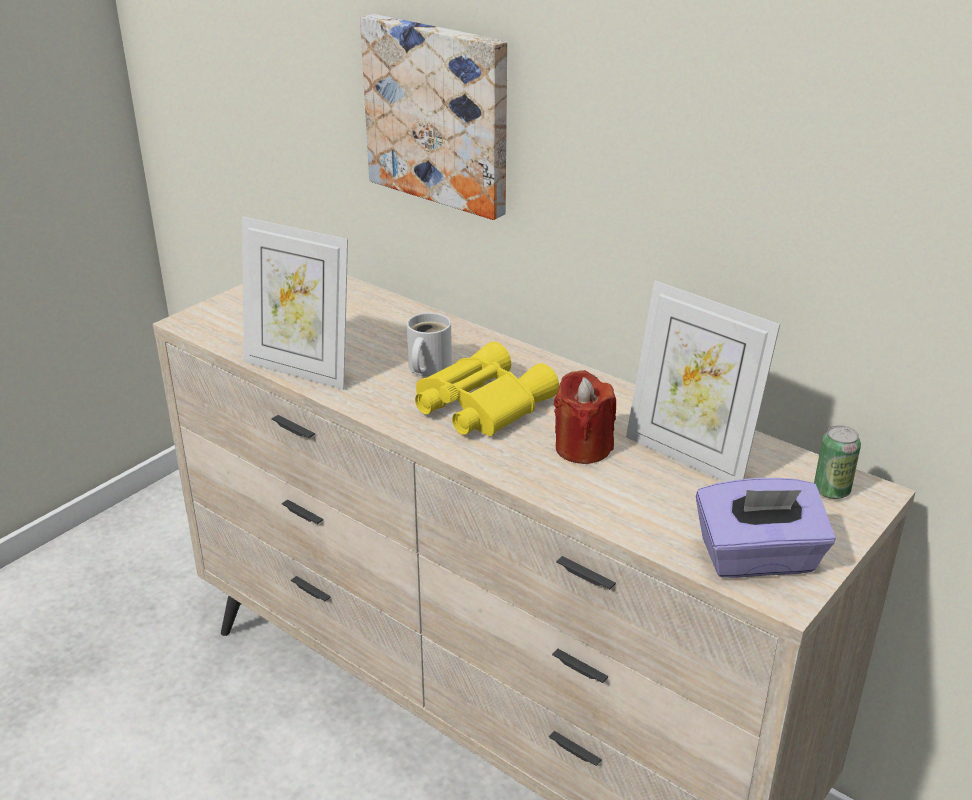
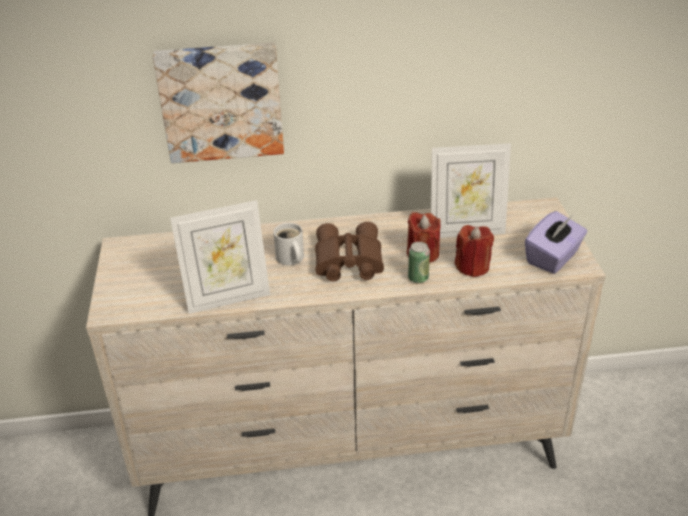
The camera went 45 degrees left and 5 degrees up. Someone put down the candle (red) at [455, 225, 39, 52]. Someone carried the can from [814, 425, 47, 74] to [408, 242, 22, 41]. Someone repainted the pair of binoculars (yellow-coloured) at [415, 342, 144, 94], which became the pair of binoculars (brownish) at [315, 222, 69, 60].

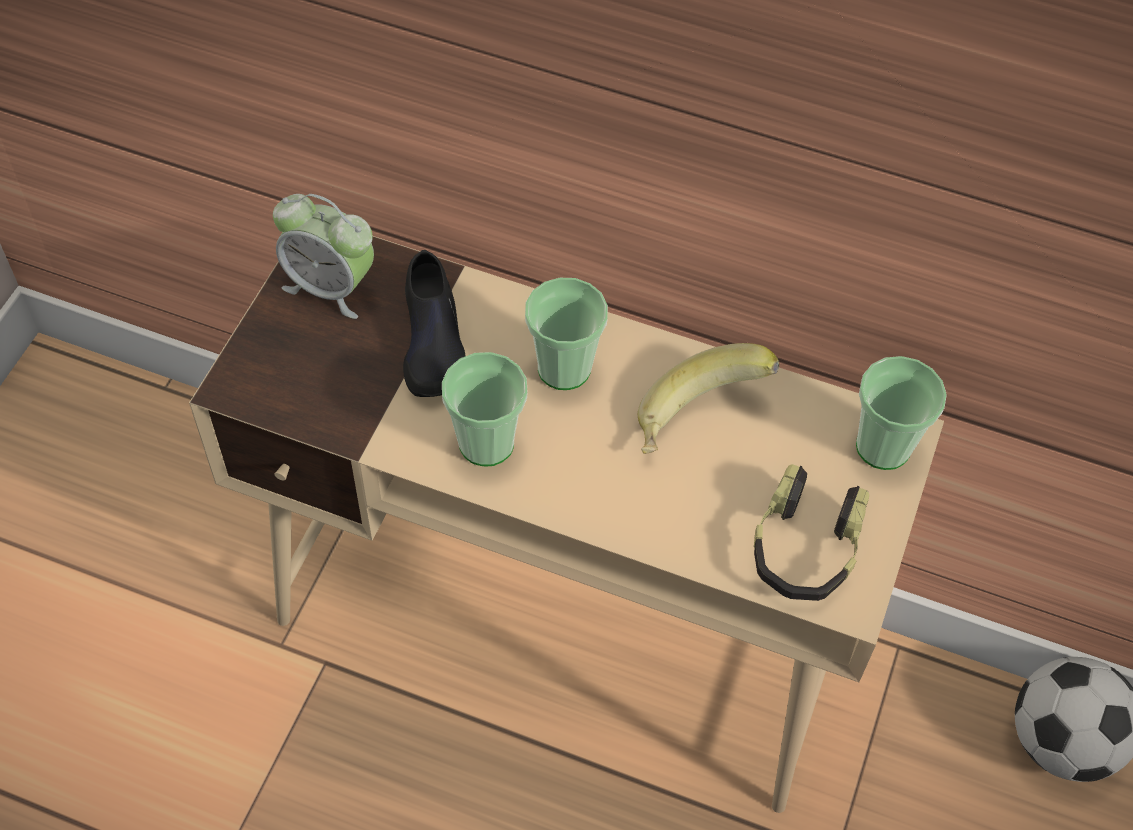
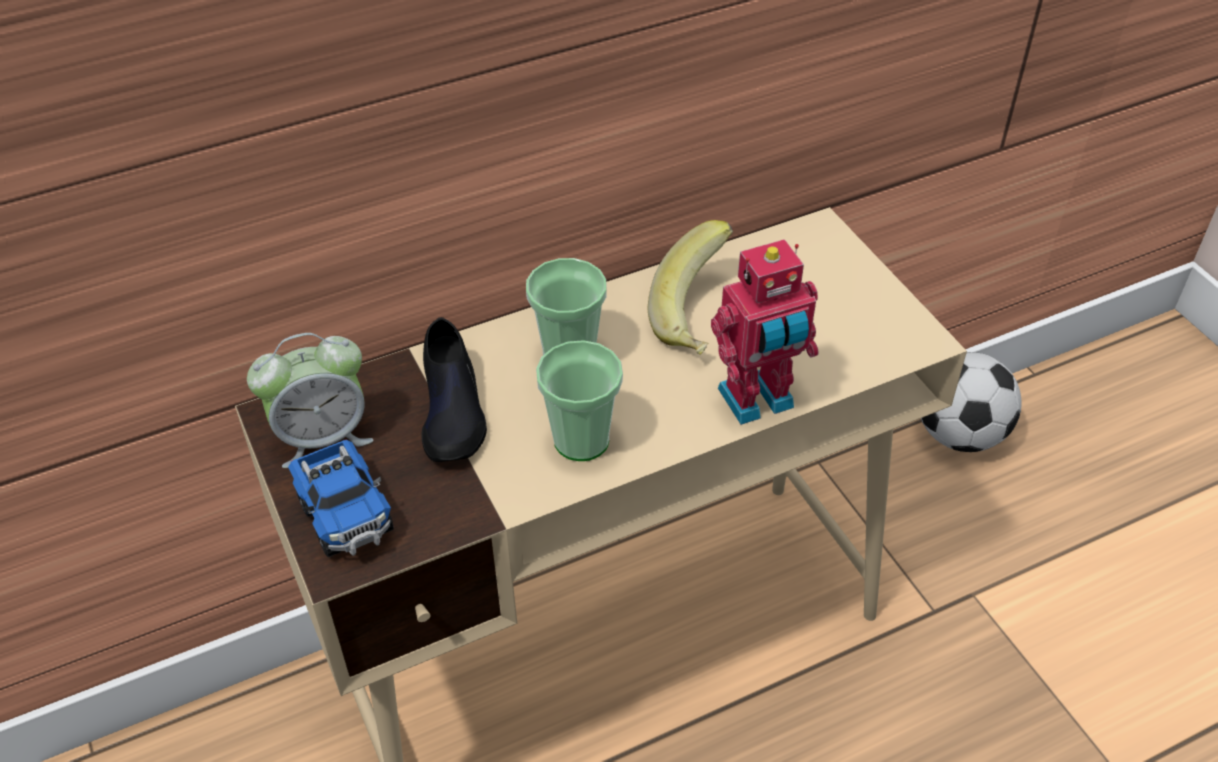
The camera went 45 degrees left and 10 degrees down. Someone took away the headset at [754, 464, 115, 137]. Someone took away the cup at [856, 356, 91, 114]. Someone put down the model truck at [288, 440, 106, 117]. Someone put down the robot figure at [711, 239, 108, 186]. Someone rotated the low shoe (blackish) at [403, 250, 62, 147] by 45 degrees clockwise.

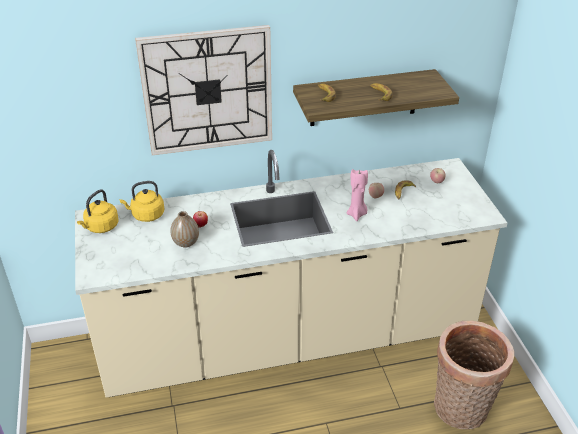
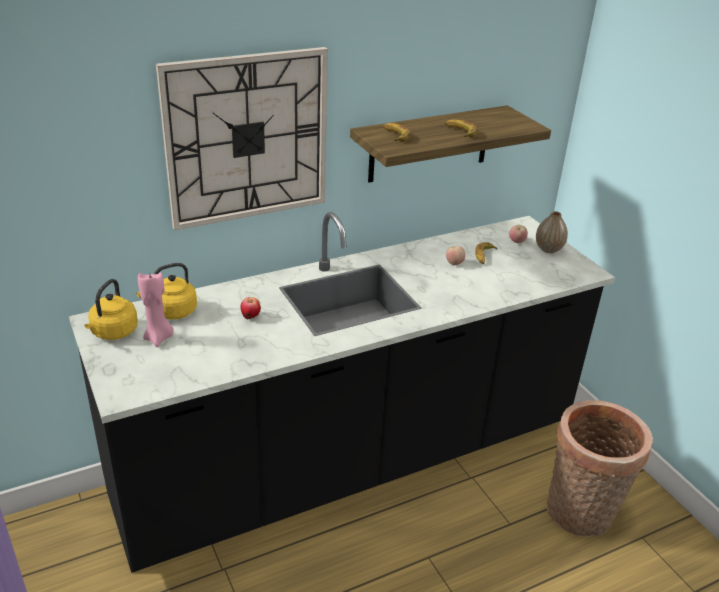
The camera went 15 degrees left and 5 degrees down. Someone carried the flower vase from [170, 211, 29, 37] to [536, 211, 32, 42]. Someone carried the candle (pink-coloured) from [347, 169, 21, 52] to [138, 271, 36, 76]. Someone repainted the kitchen counter (beige) at [75, 150, 432, 248], which became the kitchen counter (blackish) at [69, 212, 546, 361].

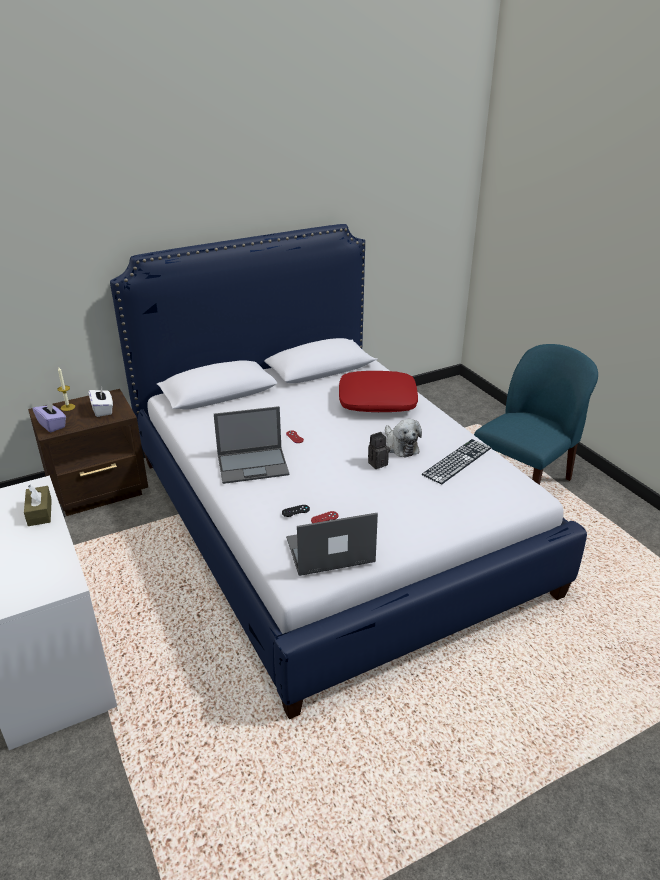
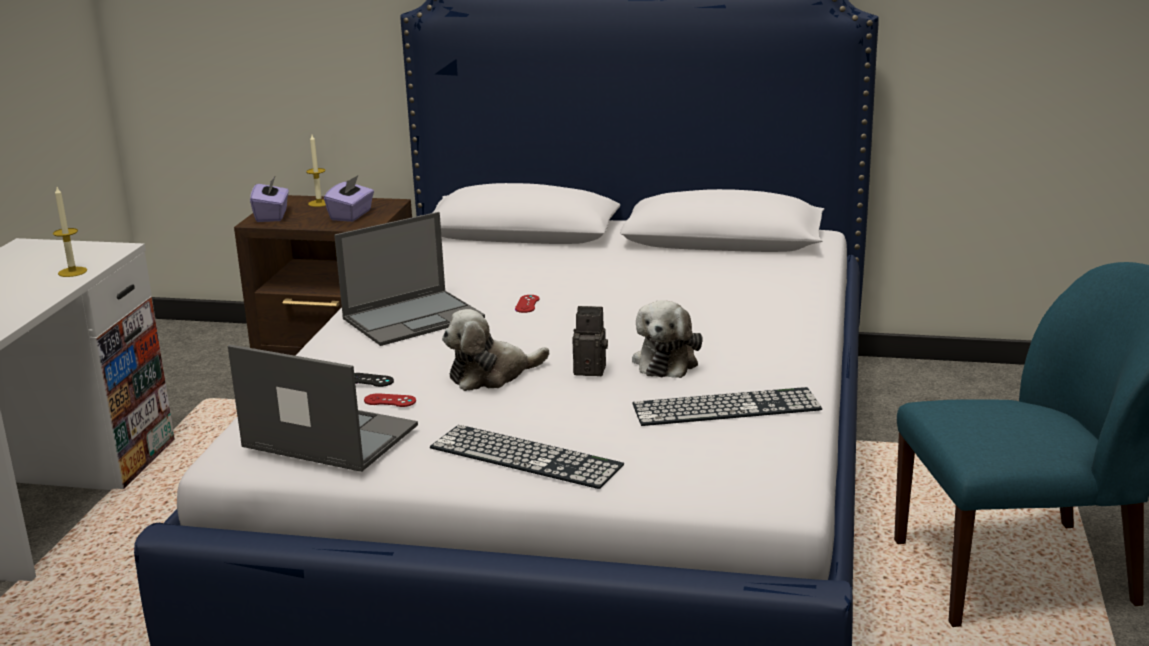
The camera went 40 degrees right and 10 degrees down. Someone took away the pillow (red) at [339, 371, 79, 41]. Someone put down the keyboard at [430, 425, 194, 64]. Someone put down the soft toy at [442, 309, 107, 82]. Someone swapped the tissue holder (brownish) at [24, 485, 28, 41] for the candle at [53, 187, 34, 90]. Someone repainted the tissue holder (whitish) at [89, 387, 24, 30], which became the tissue holder (purple) at [324, 176, 50, 46]. Someone rotated the notebook computer at [214, 406, 75, 78] by 60 degrees counterclockwise.

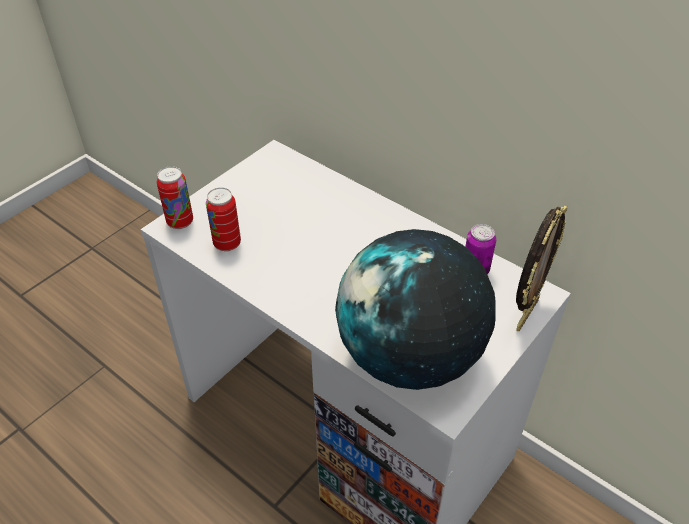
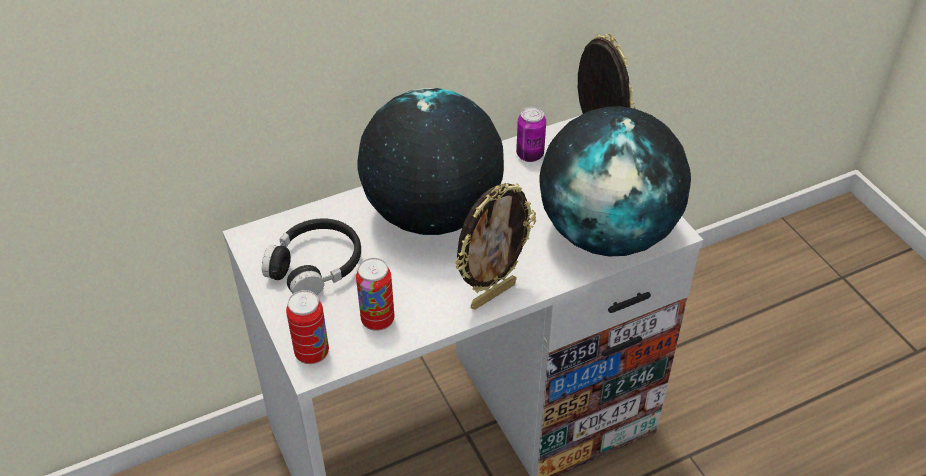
The camera went 65 degrees left and 0 degrees up. Someone put down the headset (blackish) at [262, 218, 99, 77]. Someone put down the globe at [358, 88, 146, 147]. Someone put down the standing frame at [455, 183, 81, 127].

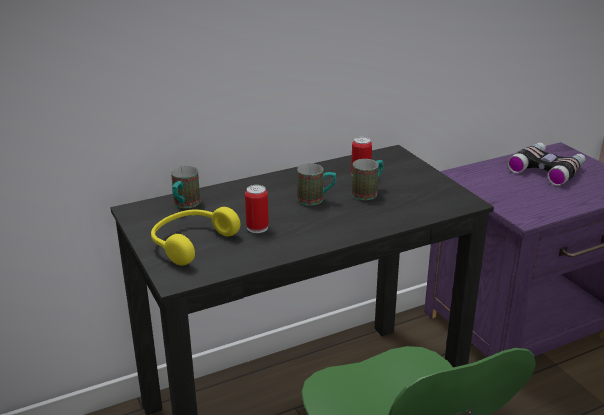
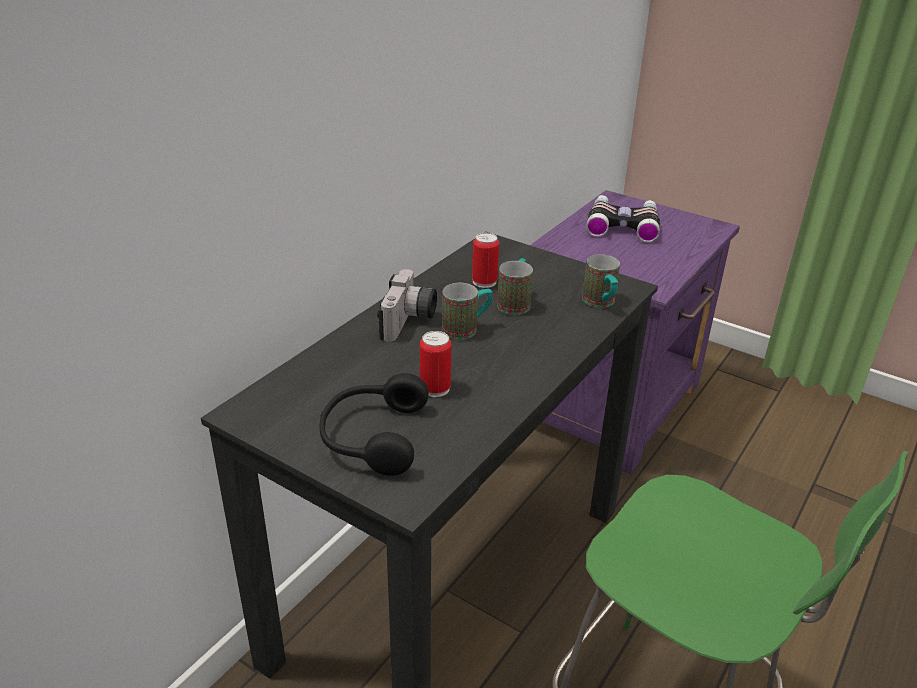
The camera went 30 degrees left and 5 degrees up. Someone put down the photo camera at [377, 269, 60, 73]. Someone carried the coffee mug from [171, 166, 29, 42] to [582, 254, 38, 54]. Someone repainted the headset (yellow-coloured) at [151, 207, 89, 59], which became the headset (blackish) at [320, 373, 109, 103].

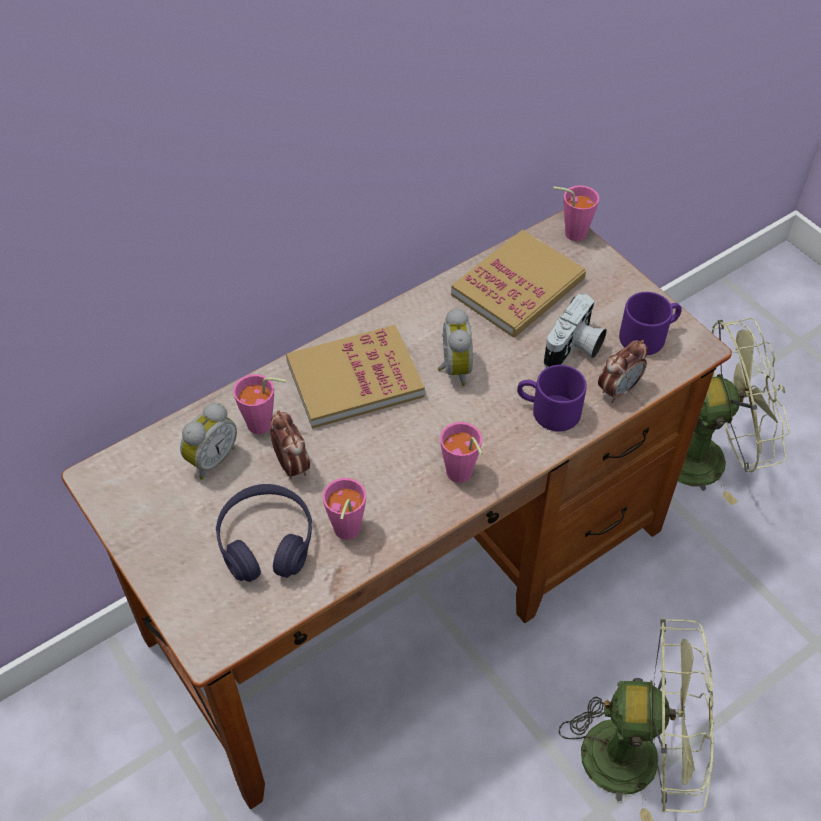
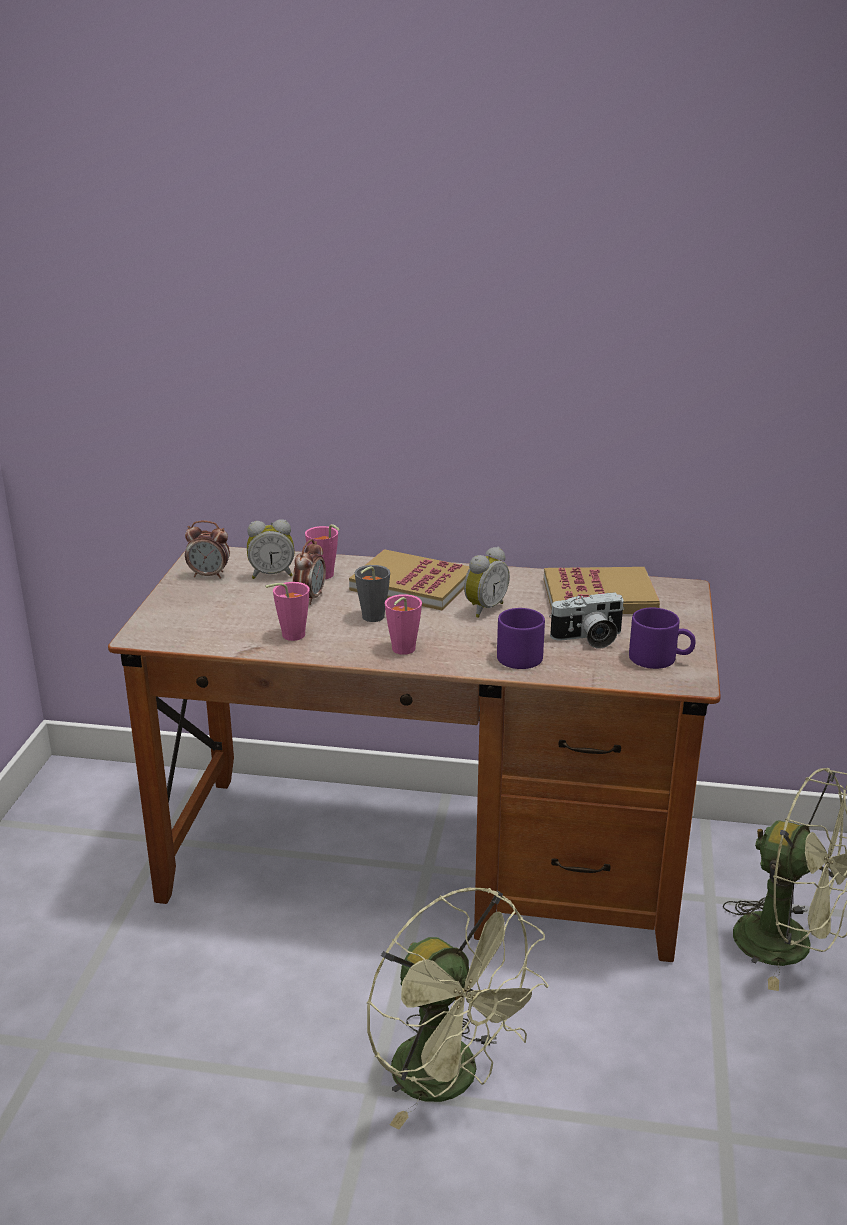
The camera went 45 degrees right and 25 degrees down. Someone took away the headset (purple) at [216, 484, 96, 98]. Someone took away the cup (pink-coloured) at [553, 185, 46, 56]. Someone put down the cup (greyish) at [355, 565, 35, 57]. Someone carried the alarm clock from [598, 340, 50, 63] to [185, 520, 45, 59].

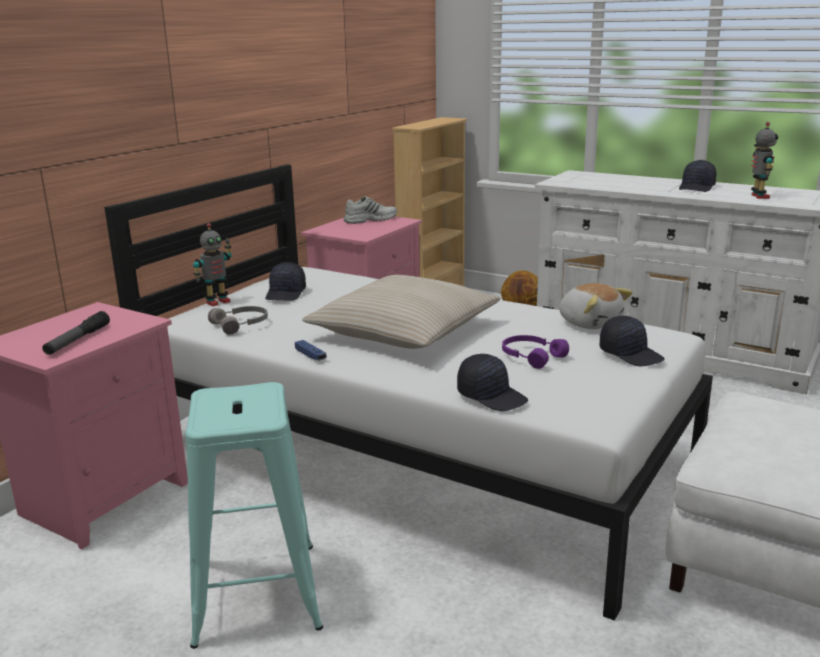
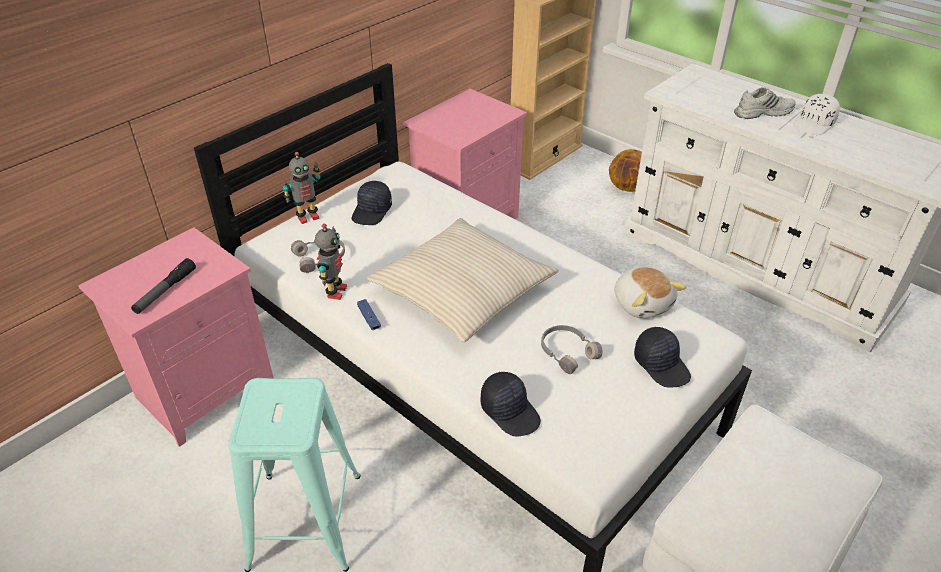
The camera went 10 degrees right and 20 degrees up. Someone carried the low shoe (whitish) from [344, 196, 53, 28] to [734, 87, 62, 32]. Someone carried the robot figure from [751, 122, 27, 77] to [315, 223, 32, 77]. Someone repainted the headset (purple) at [502, 335, 67, 34], which became the headset (greyish) at [541, 325, 62, 49]. Someone repainted the peaked cap (blackish) at [679, 160, 38, 32], which became the peaked cap (whitish) at [793, 94, 47, 41].

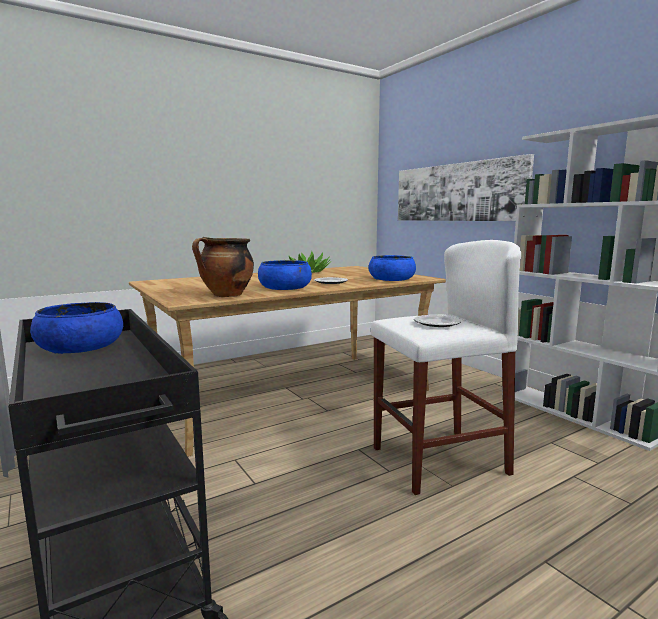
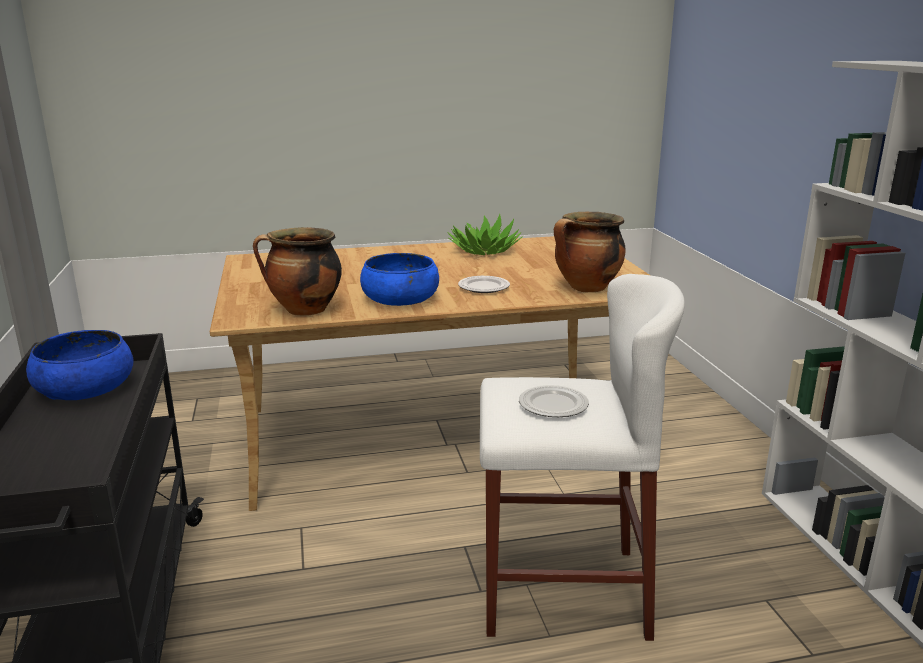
The camera went 20 degrees right and 10 degrees up. Someone took away the wall picture at [398, 154, 136, 67]. Someone swapped the bowl (blue-coloured) at [369, 255, 47, 26] for the saucepot at [554, 212, 72, 80].

